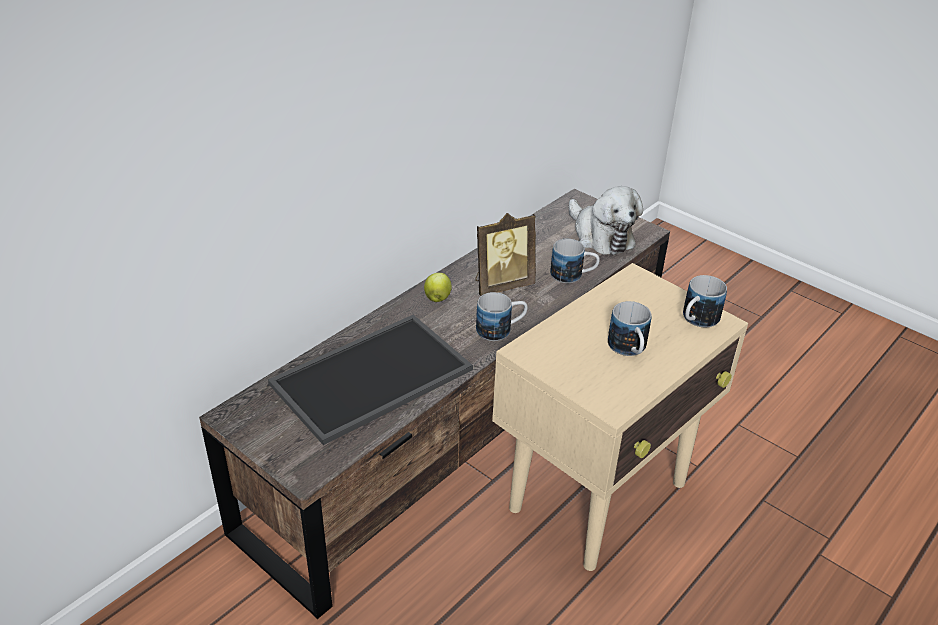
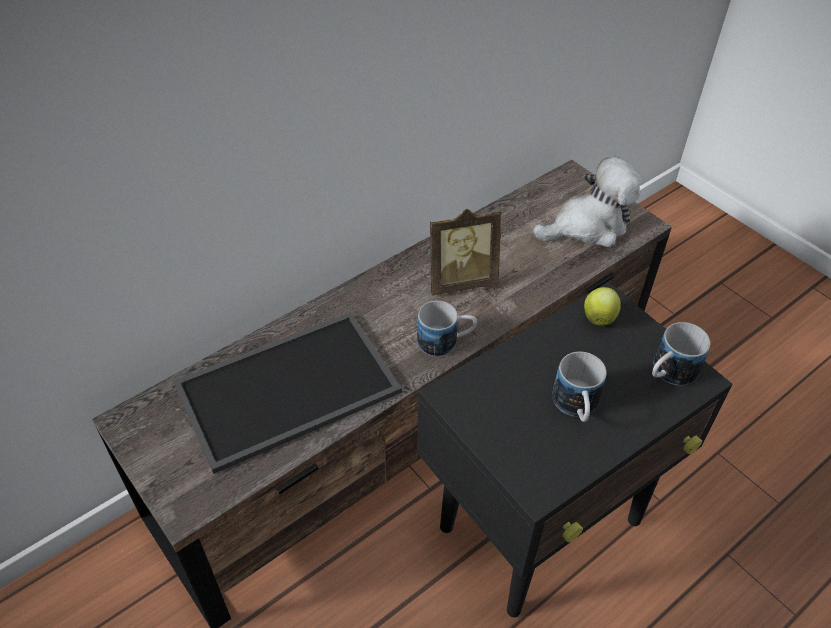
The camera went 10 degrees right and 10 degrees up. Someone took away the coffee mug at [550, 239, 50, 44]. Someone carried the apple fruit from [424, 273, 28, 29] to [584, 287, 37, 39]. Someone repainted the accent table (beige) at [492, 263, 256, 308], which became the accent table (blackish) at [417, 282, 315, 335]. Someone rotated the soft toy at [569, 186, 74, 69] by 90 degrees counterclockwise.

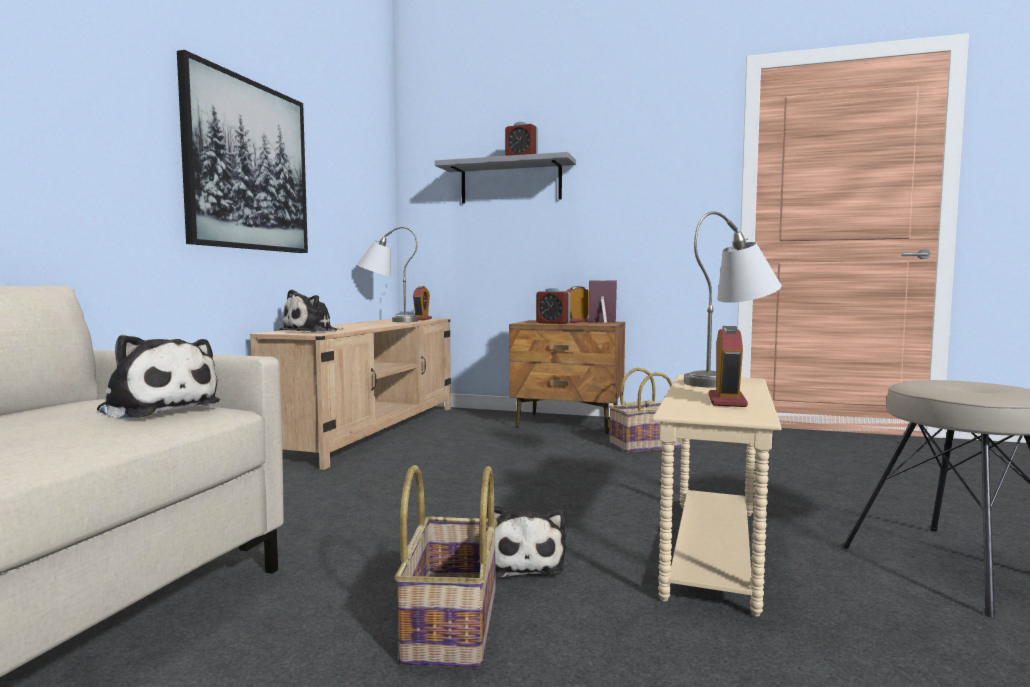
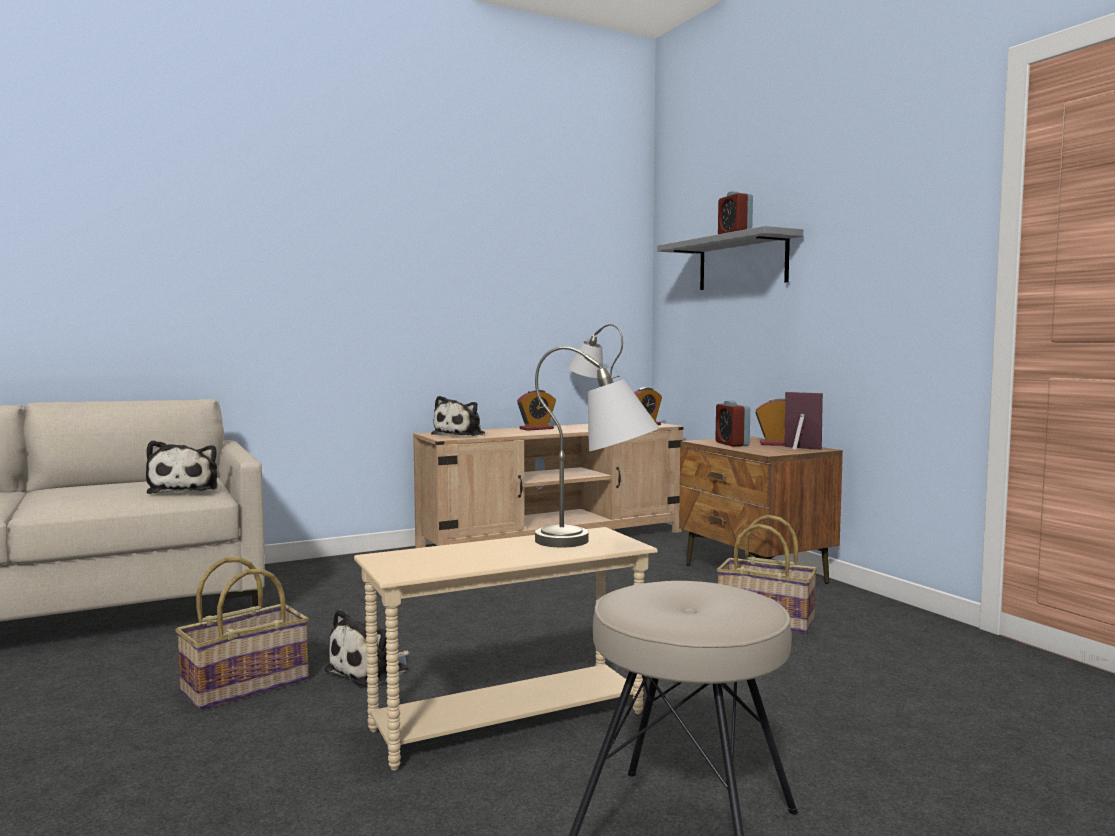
The camera went 45 degrees right and 0 degrees up. Someone took away the wall picture at [177, 50, 131, 203]. Someone carried the alarm clock from [709, 326, 39, 81] to [517, 389, 39, 42]. Someone rotated the soft toy at [280, 290, 63, 42] by 60 degrees counterclockwise.

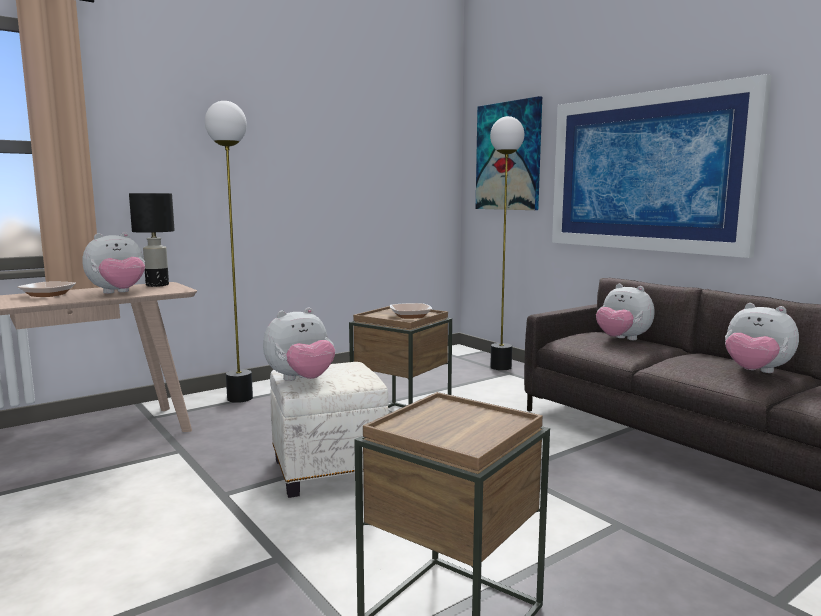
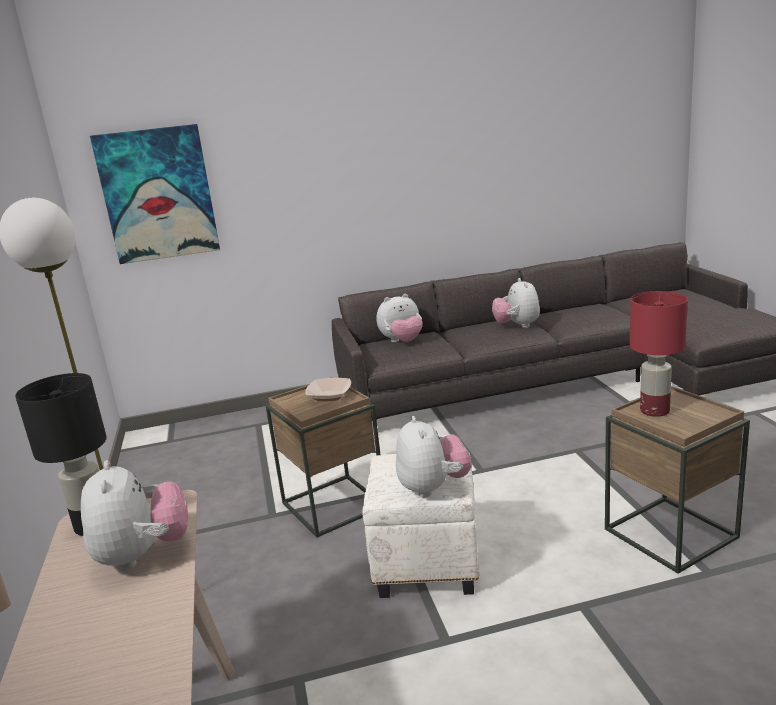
The camera went 65 degrees left and 10 degrees up. Someone took away the bowl at [17, 282, 59, 15]. Someone took away the standard lamp at [490, 116, 34, 254]. Someone took away the wall picture at [552, 74, 220, 184]. Someone put down the lamp for a table (red) at [630, 291, 58, 126]. Someone rotated the soft toy at [725, 303, 74, 70] by 105 degrees clockwise.

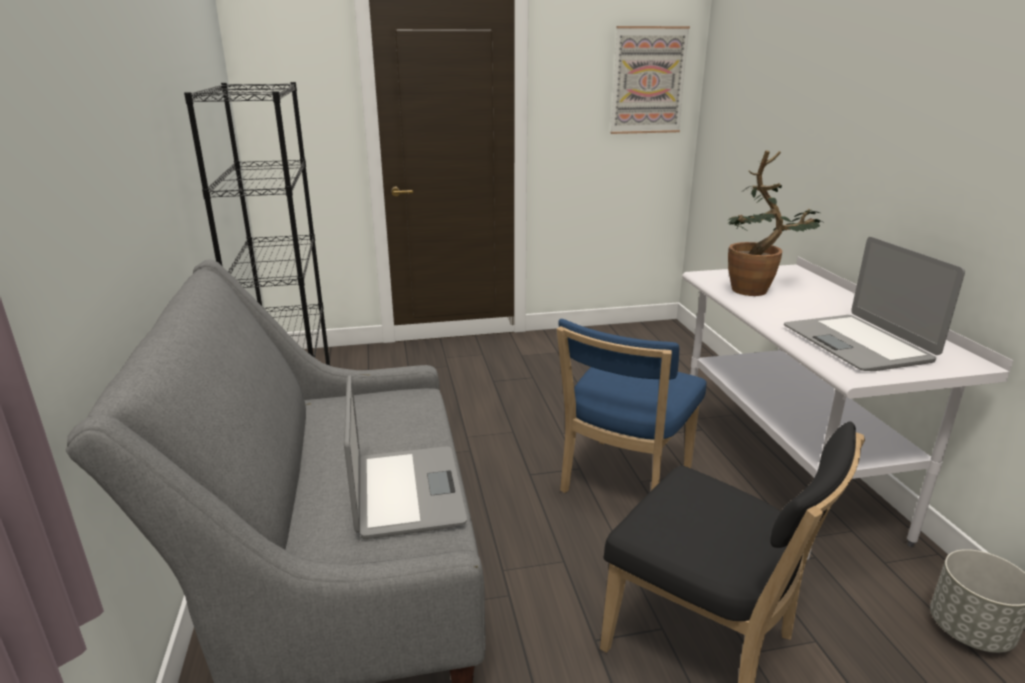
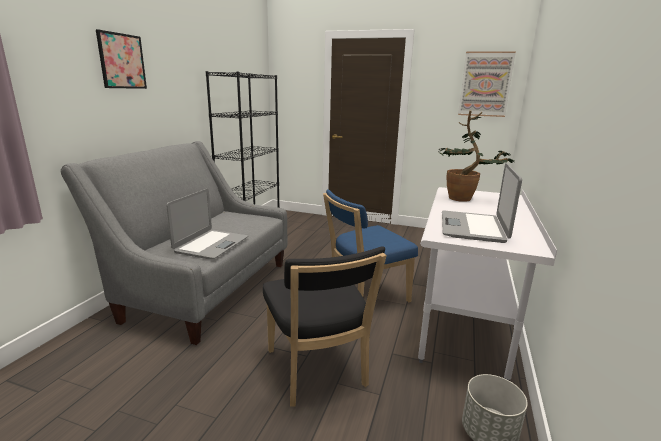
The camera went 30 degrees right and 5 degrees down. Someone put up the wall picture at [96, 29, 51, 60].

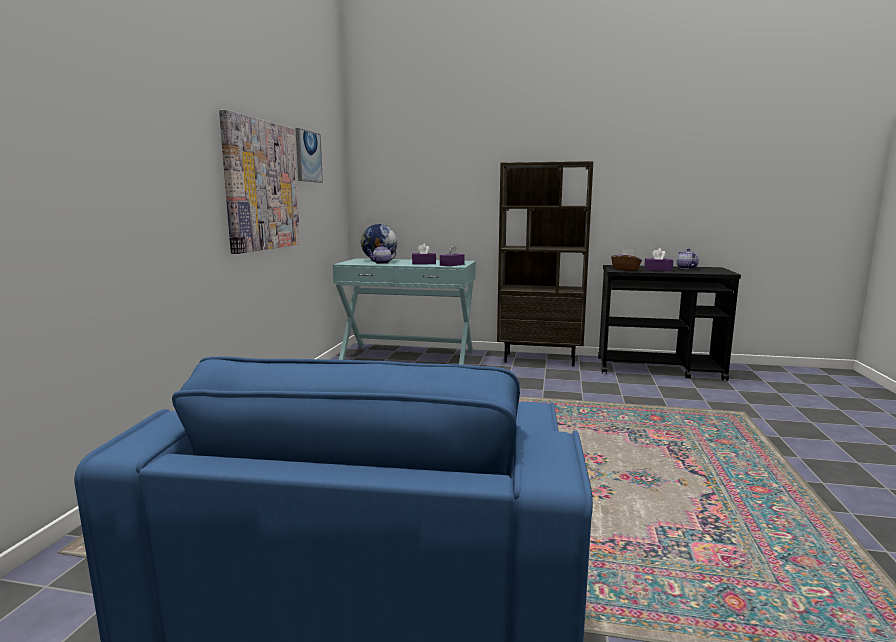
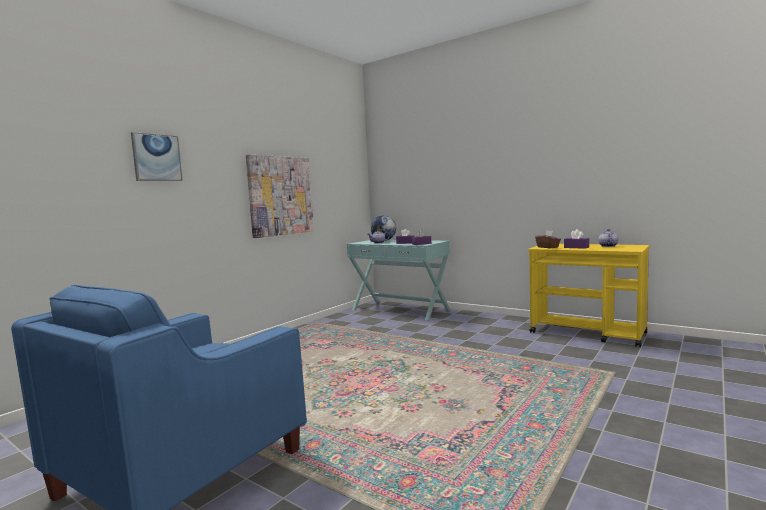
The camera went 25 degrees right and 5 degrees down. Someone took away the bookcase (brownish) at [497, 161, 96, 205]. Someone carried the wall picture from [295, 128, 28, 55] to [131, 132, 52, 49]. Someone repainted the trolley (blackish) at [598, 265, 143, 116], which became the trolley (yellow-coloured) at [528, 244, 122, 103].

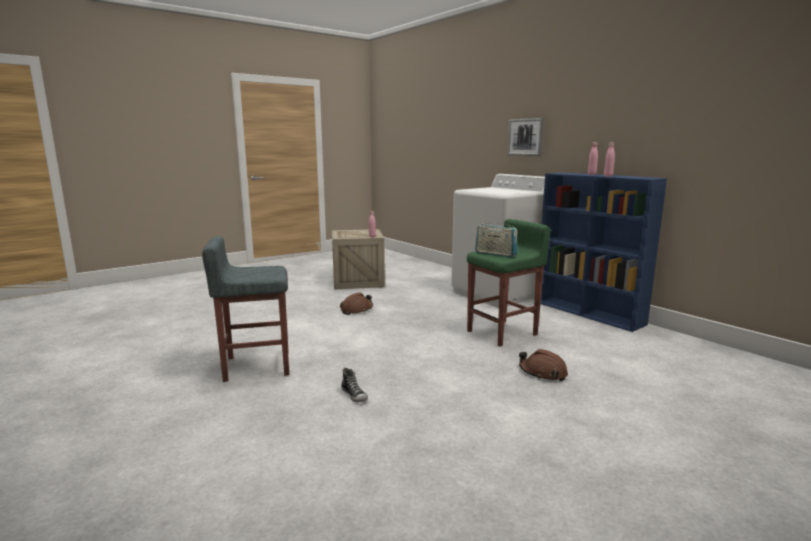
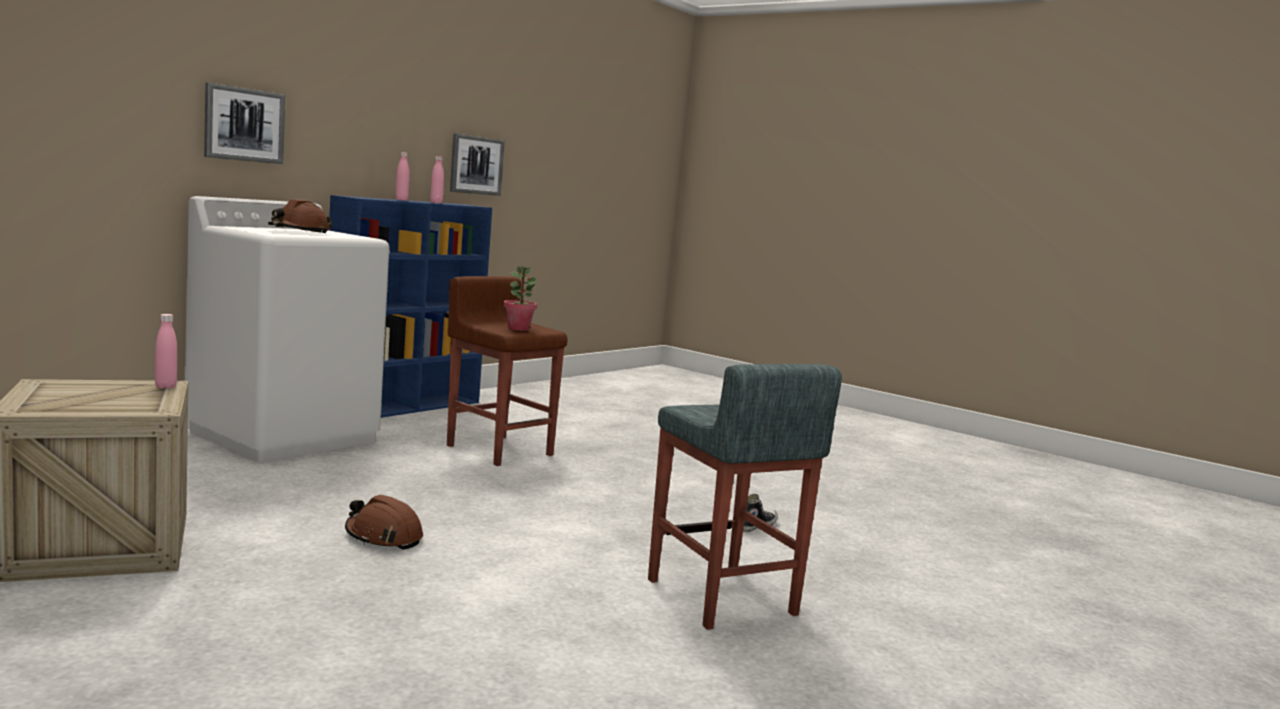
The camera went 105 degrees left and 5 degrees down. Someone put up the wall picture at [450, 133, 55, 63]. Someone carried the safety helmet (brownish) from [519, 349, 49, 32] to [268, 199, 64, 34]. Someone swapped the radio at [475, 222, 42, 35] for the potted plant at [504, 267, 33, 64]. Someone repainted the sitting stool (greenish) at [467, 219, 84, 128], which became the sitting stool (brownish) at [447, 276, 120, 190].

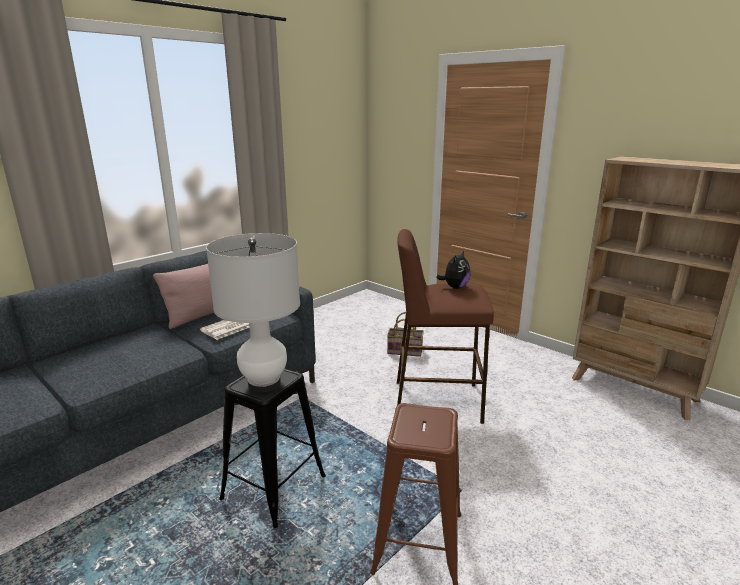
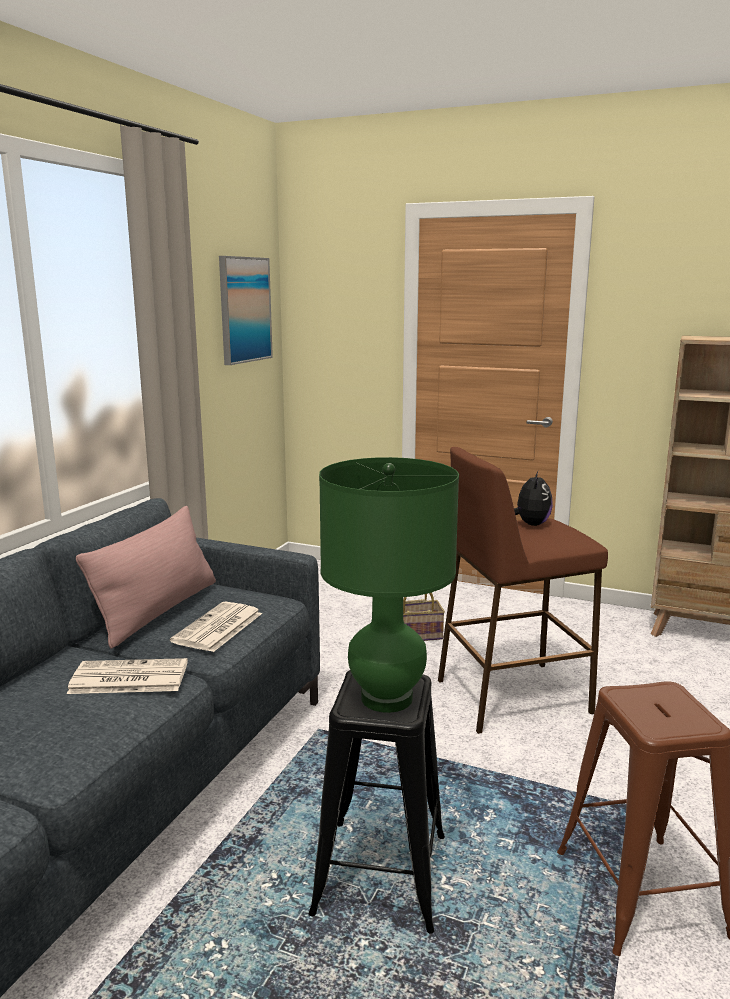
The camera went 20 degrees left and 5 degrees down. Someone put down the printed paper at [67, 658, 121, 36]. Someone put up the wall picture at [219, 256, 54, 109]. Someone repainted the lamp for a table (whitish) at [206, 233, 94, 159], which became the lamp for a table (greenish) at [319, 457, 140, 256].

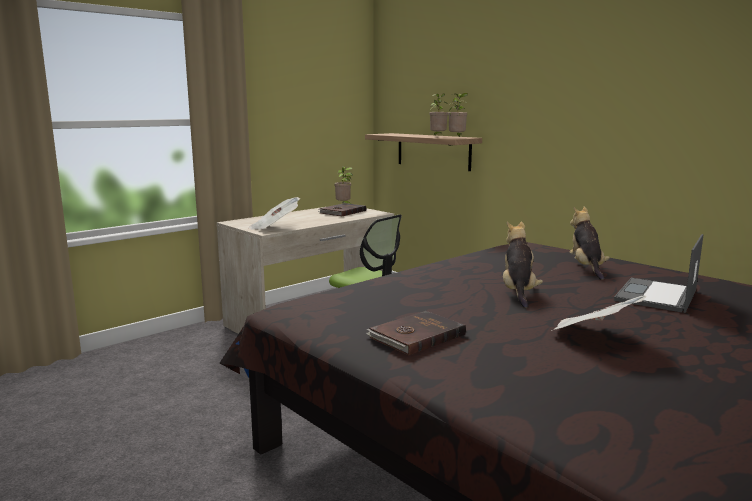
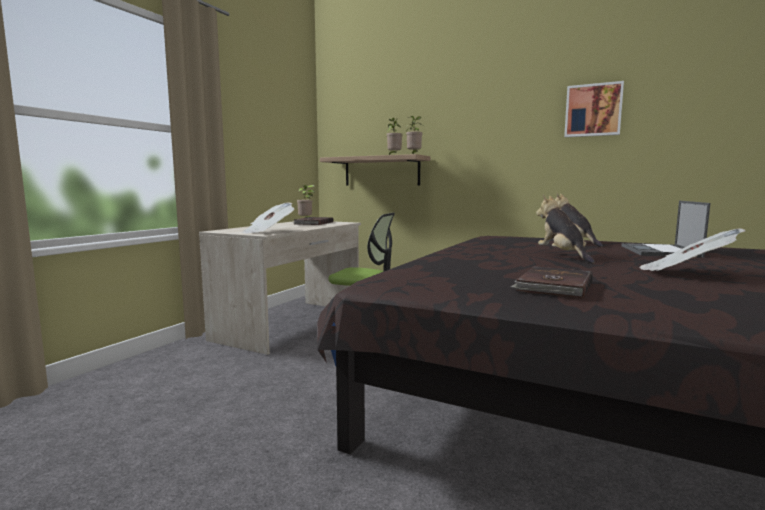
The camera went 20 degrees left and 5 degrees down. Someone put up the wall picture at [564, 81, 60, 56].

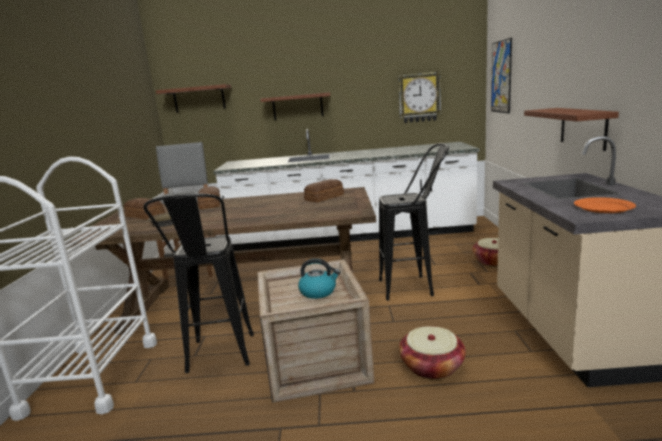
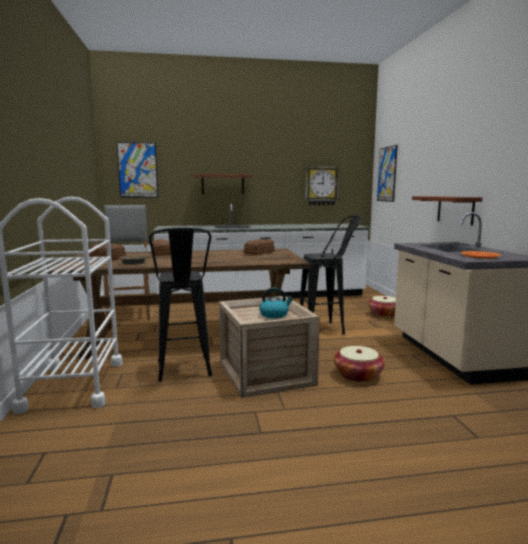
The camera went 10 degrees left and 5 degrees down. Someone swapped the wall shelf (brownish) at [156, 84, 75, 29] for the wall picture at [117, 142, 41, 56].

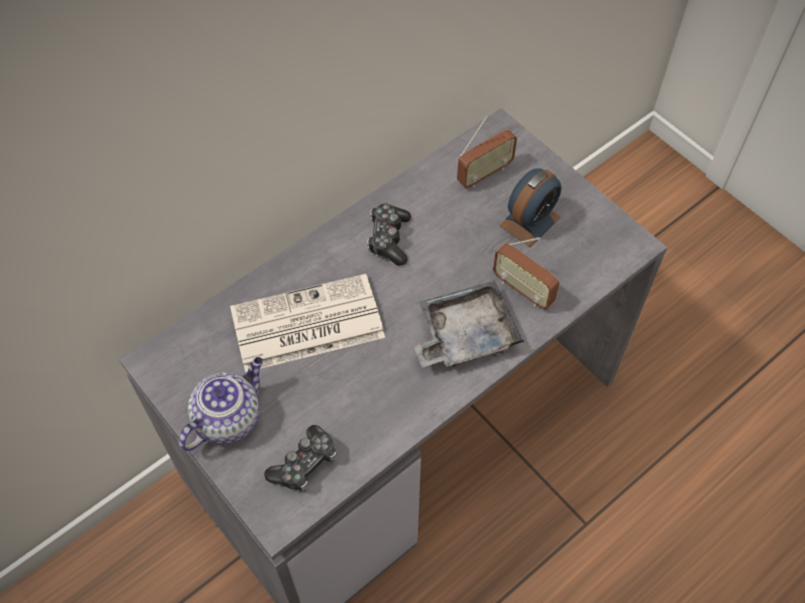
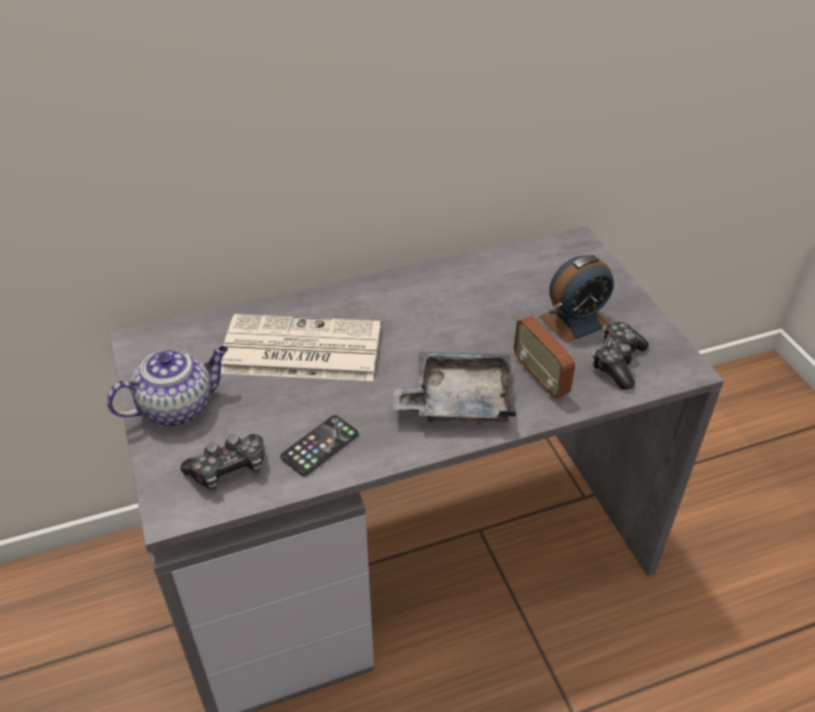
The camera went 20 degrees right and 15 degrees down. Someone took away the radio at [457, 116, 60, 72]. Someone put down the handset at [280, 415, 79, 61]. Someone carried the gamepad from [367, 203, 44, 63] to [592, 322, 57, 68].

